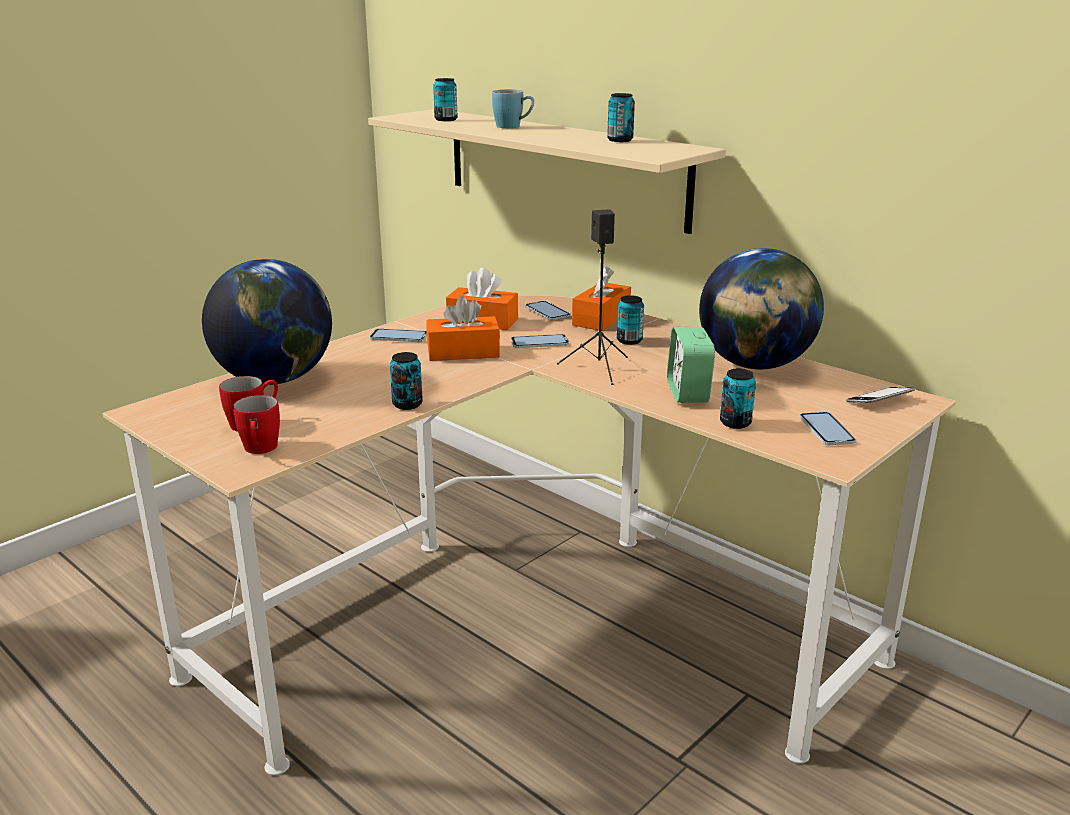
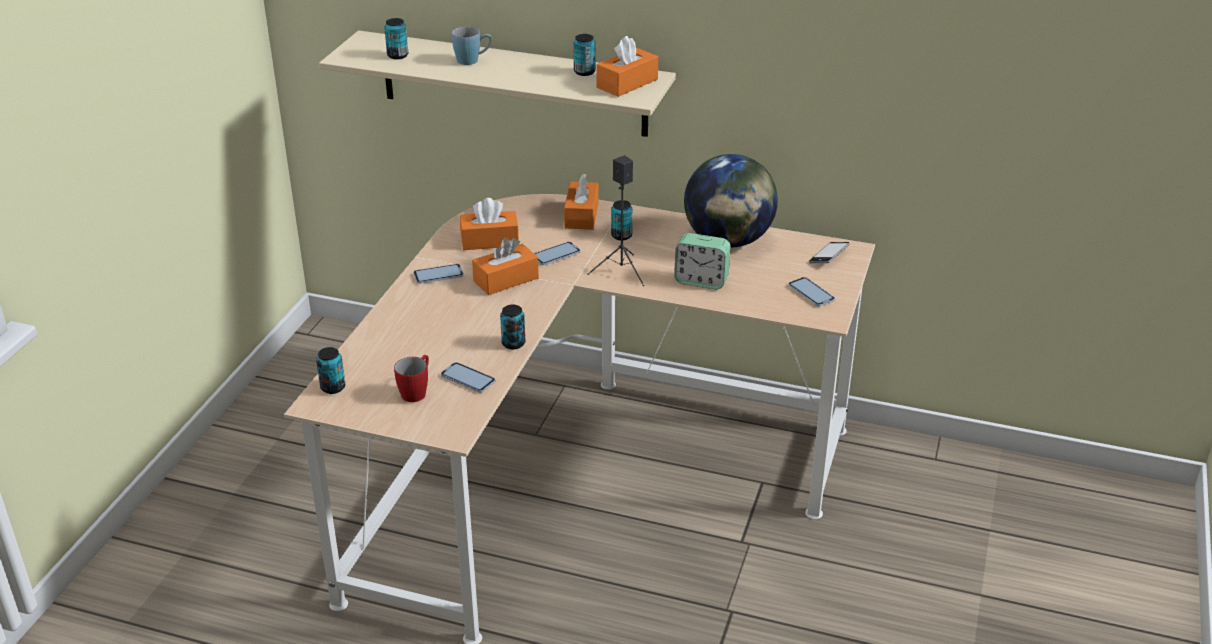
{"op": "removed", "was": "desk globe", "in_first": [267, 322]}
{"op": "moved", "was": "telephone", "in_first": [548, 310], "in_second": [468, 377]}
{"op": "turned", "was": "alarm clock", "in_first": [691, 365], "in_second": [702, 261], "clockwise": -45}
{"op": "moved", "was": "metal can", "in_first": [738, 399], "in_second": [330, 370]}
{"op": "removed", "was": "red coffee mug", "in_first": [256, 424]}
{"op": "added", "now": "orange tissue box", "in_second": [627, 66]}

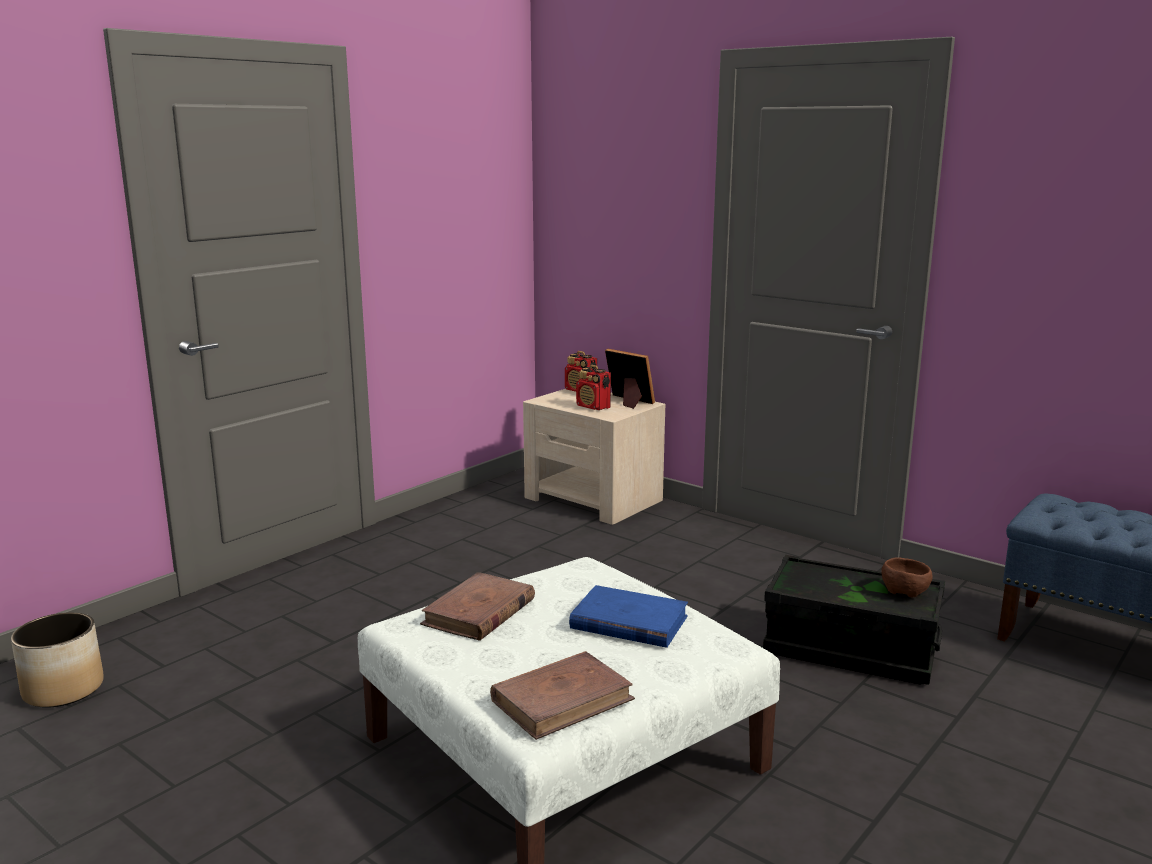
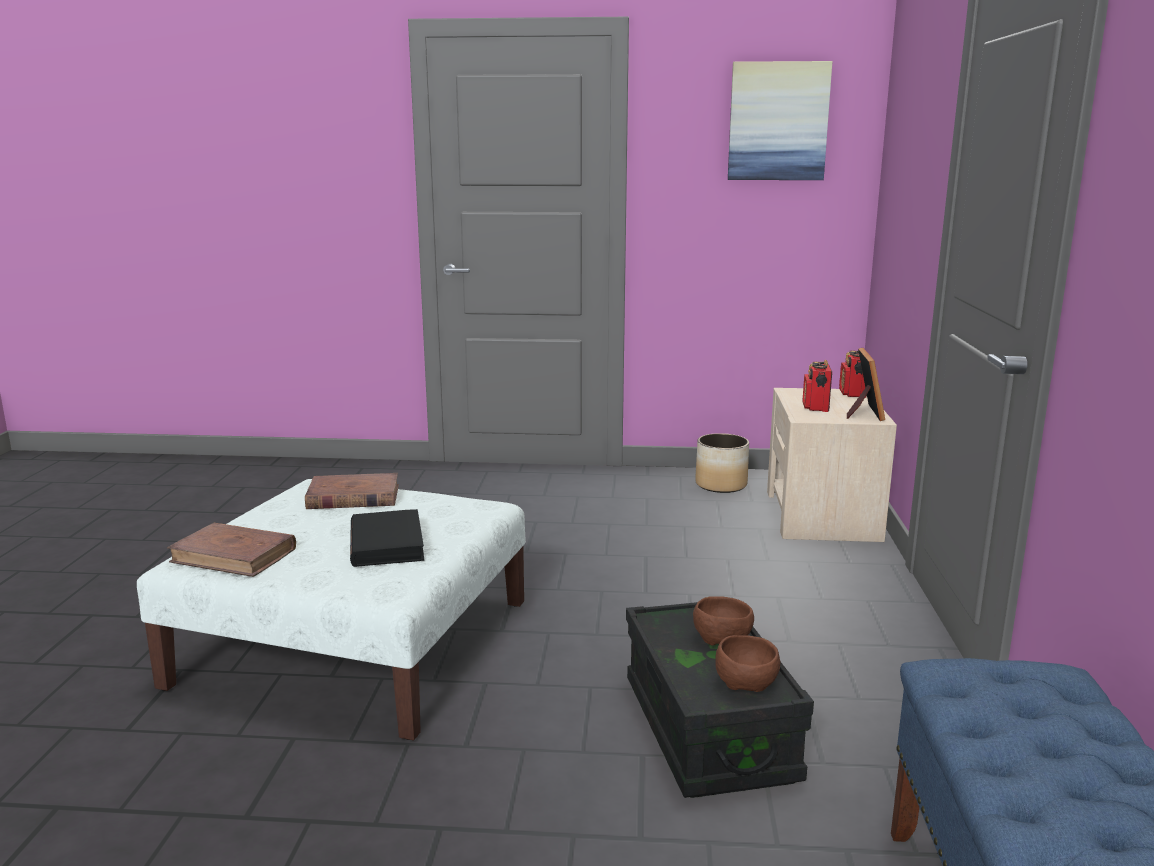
{"op": "recoloured", "was": "bluish volume", "now": "blackish volume", "in_first": [628, 616], "in_second": [387, 538]}
{"op": "moved", "was": "flower pot", "in_first": [57, 659], "in_second": [722, 463]}
{"op": "added", "now": "wall art", "in_second": [780, 120]}
{"op": "added", "now": "brown-coloured serving bowl", "in_second": [723, 621]}

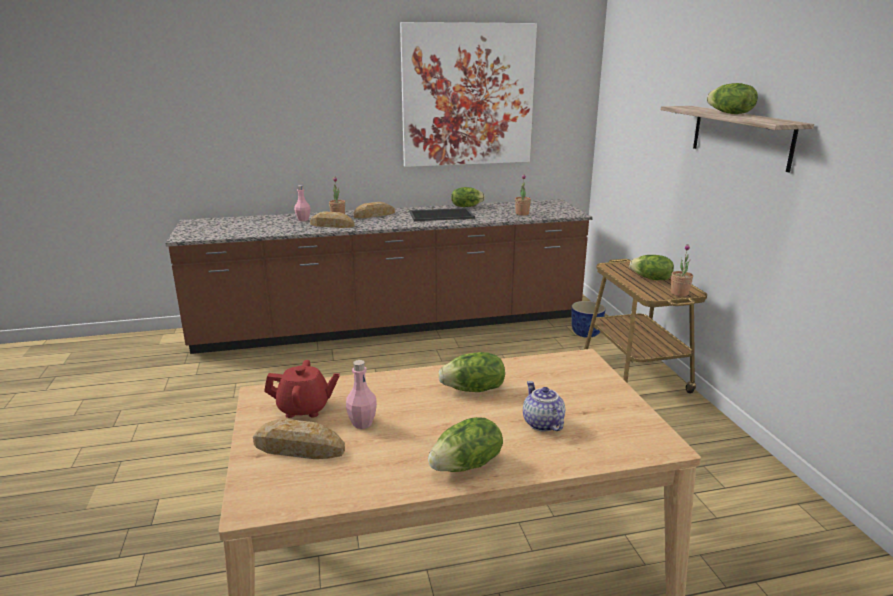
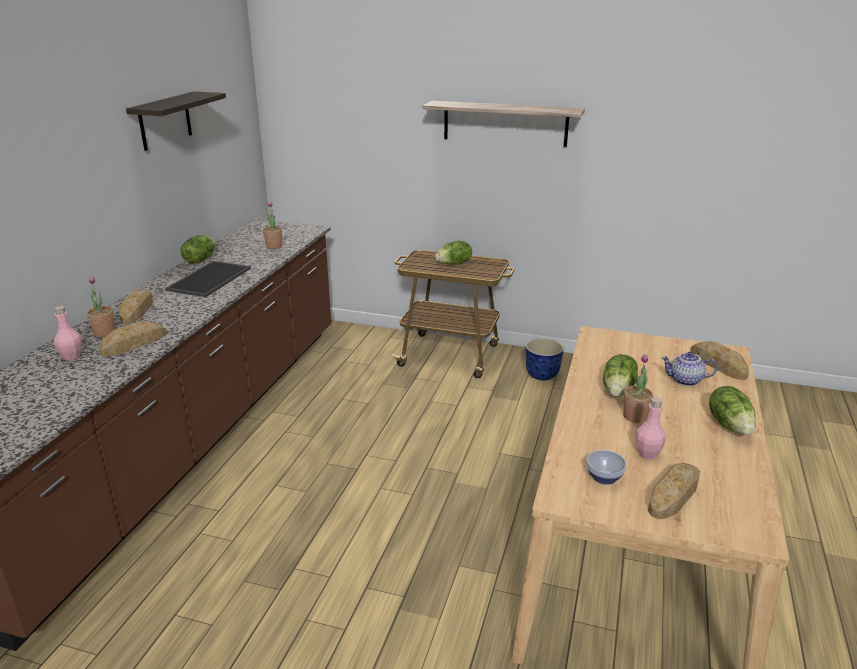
{"op": "replaced", "was": "wall art", "now": "shelf", "in_first": [468, 94], "in_second": [176, 121]}
{"op": "removed", "was": "lettuce", "in_first": [732, 98]}
{"op": "moved", "was": "potted plant", "in_first": [682, 270], "in_second": [638, 388]}
{"op": "moved", "was": "flower pot", "in_first": [588, 319], "in_second": [545, 359]}
{"op": "replaced", "was": "red teapot", "now": "serving bowl", "in_first": [302, 389], "in_second": [606, 467]}
{"op": "added", "now": "bread", "in_second": [719, 360]}

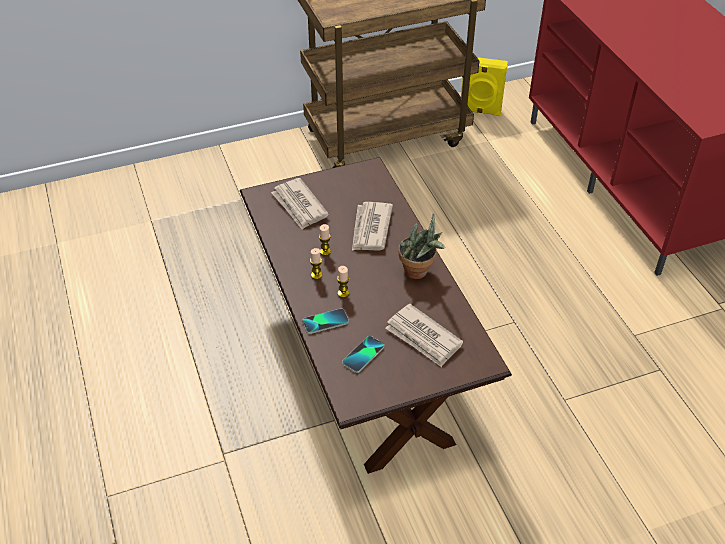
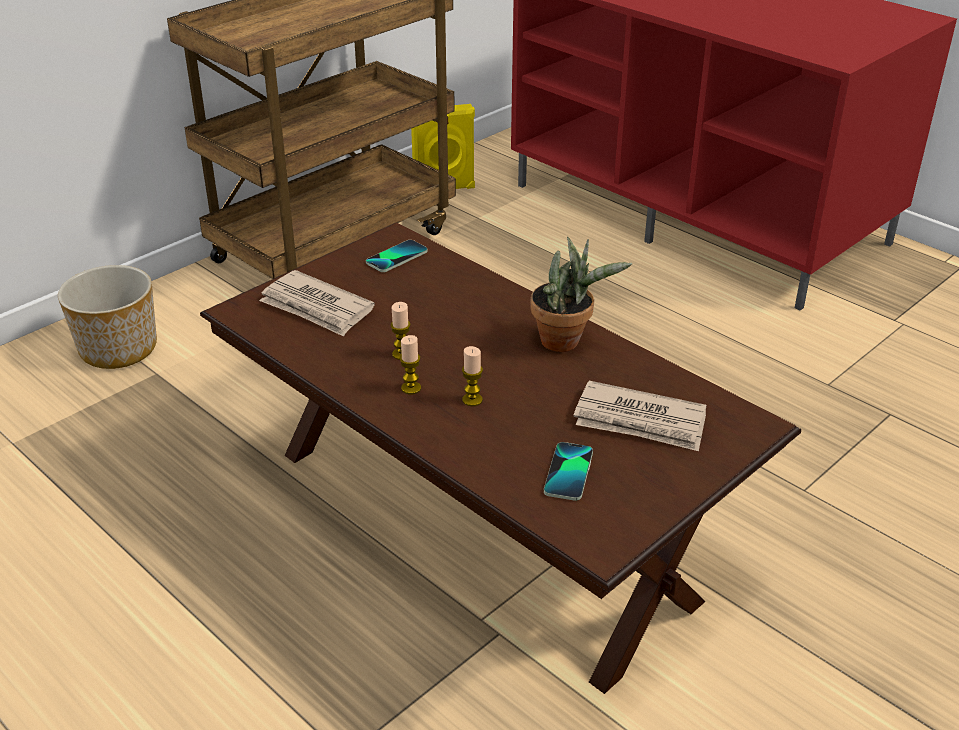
{"op": "removed", "was": "newspaper", "in_first": [372, 226]}
{"op": "moved", "was": "telephone", "in_first": [325, 321], "in_second": [397, 256]}
{"op": "added", "now": "flower pot", "in_second": [107, 317]}

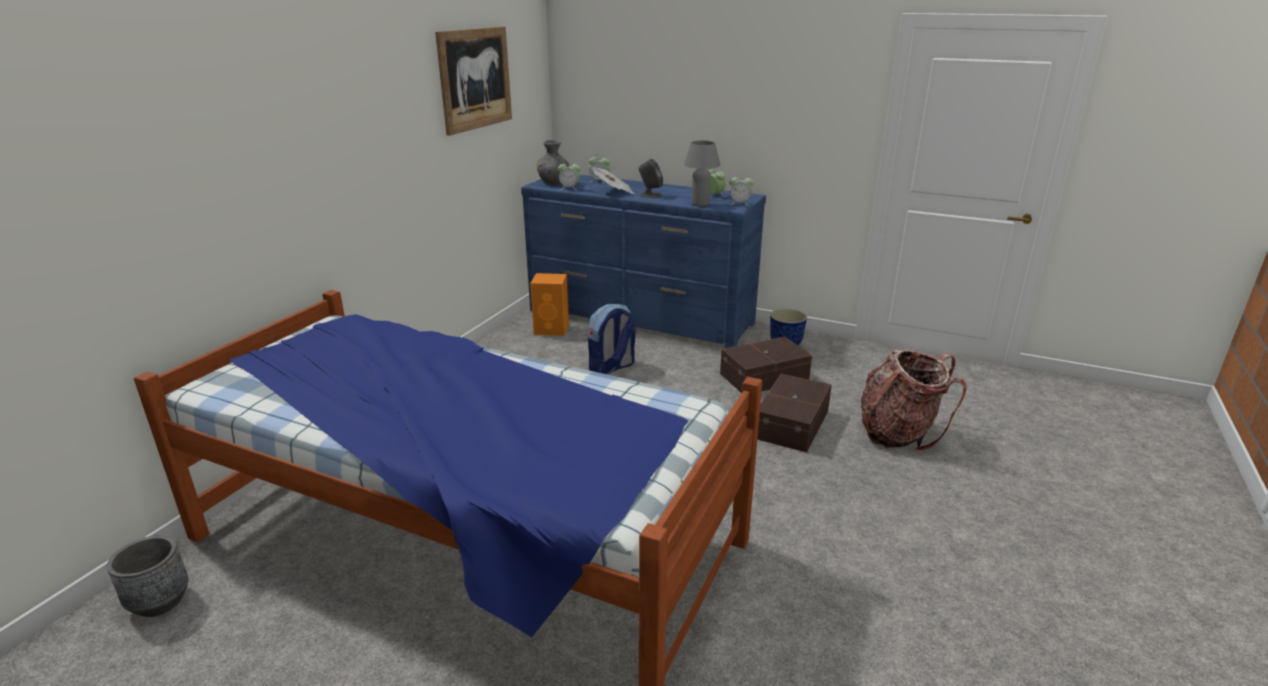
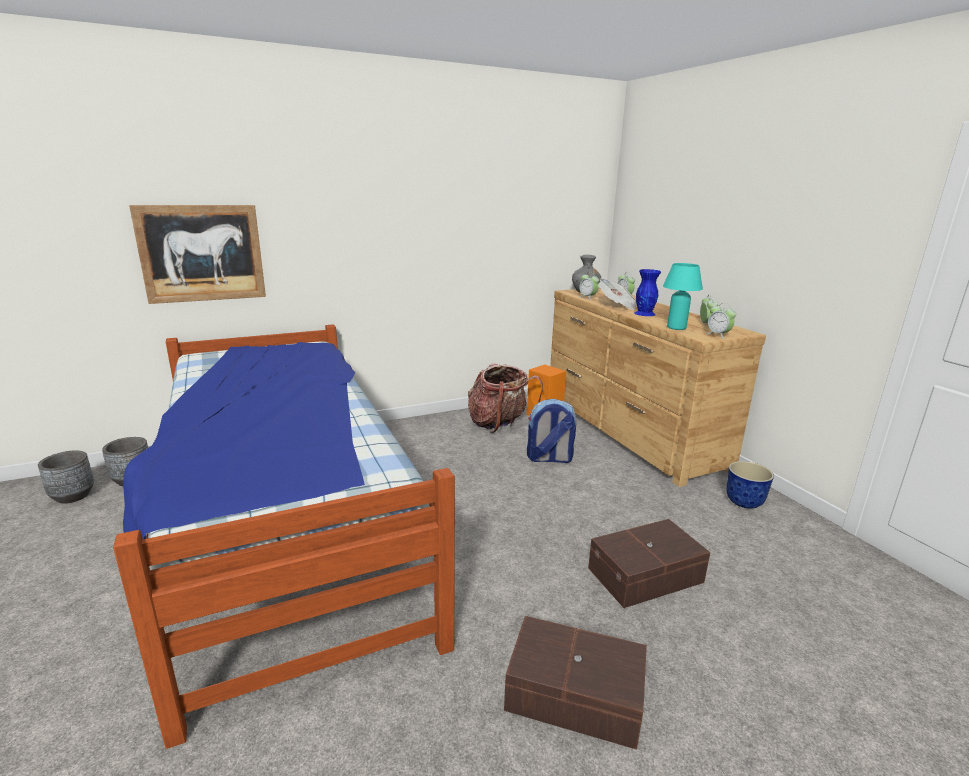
{"op": "moved", "was": "wall art", "in_first": [473, 81], "in_second": [197, 254]}
{"op": "recoloured", "was": "gray lamp for a table", "now": "blue-green lamp for a table", "in_first": [702, 173], "in_second": [683, 296]}
{"op": "replaced", "was": "gray audio speaker", "now": "bluish vase", "in_first": [651, 178], "in_second": [647, 292]}
{"op": "recoloured", "was": "bluish drawer chest", "now": "brown-coloured drawer chest", "in_first": [643, 261], "in_second": [658, 387]}
{"op": "moved", "was": "brown-coloured storage container", "in_first": [766, 365], "in_second": [575, 683]}
{"op": "moved", "was": "rucksack", "in_first": [914, 400], "in_second": [505, 398]}
{"op": "added", "now": "gray flower pot", "in_second": [66, 477]}

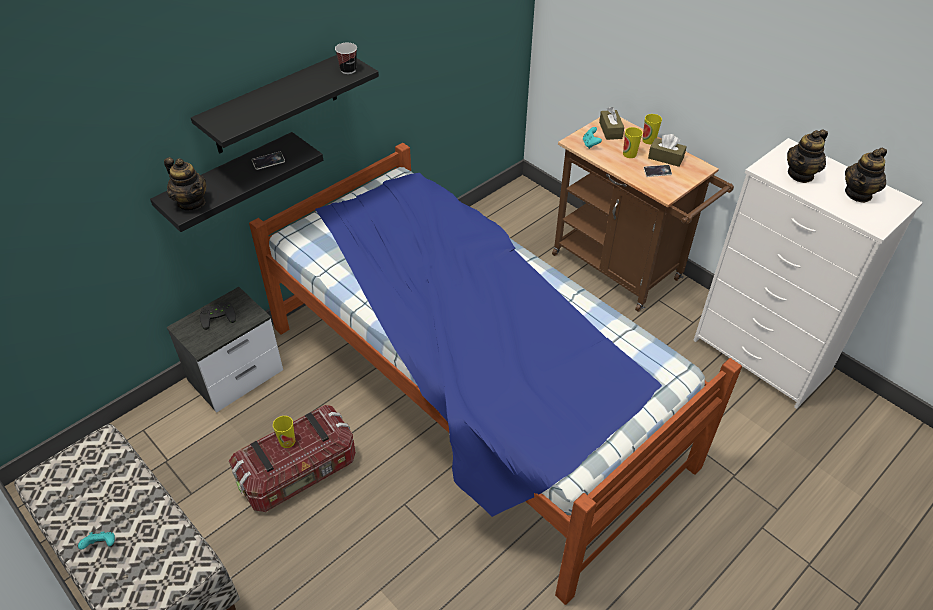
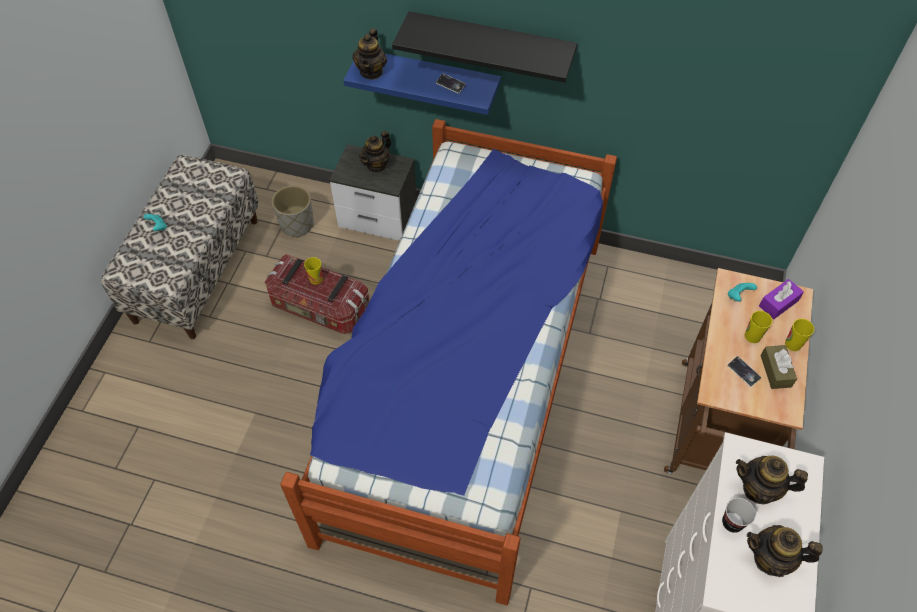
{"op": "moved", "was": "cup", "in_first": [346, 58], "in_second": [739, 515]}
{"op": "recoloured", "was": "brown-coloured tissue box", "now": "purple-coloured tissue box", "in_first": [611, 123], "in_second": [781, 299]}
{"op": "recoloured", "was": "blackish shelf", "now": "bluish shelf", "in_first": [236, 182], "in_second": [422, 84]}
{"op": "replaced", "was": "blackish game controller", "now": "teapot", "in_first": [218, 316], "in_second": [374, 152]}
{"op": "added", "now": "gray flower pot", "in_second": [293, 211]}

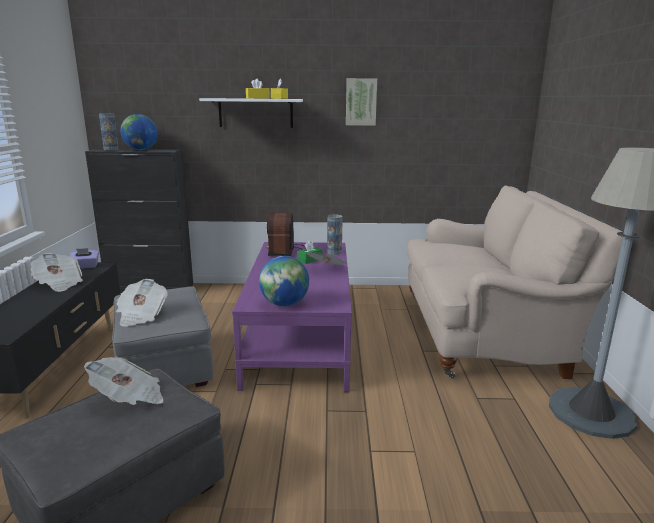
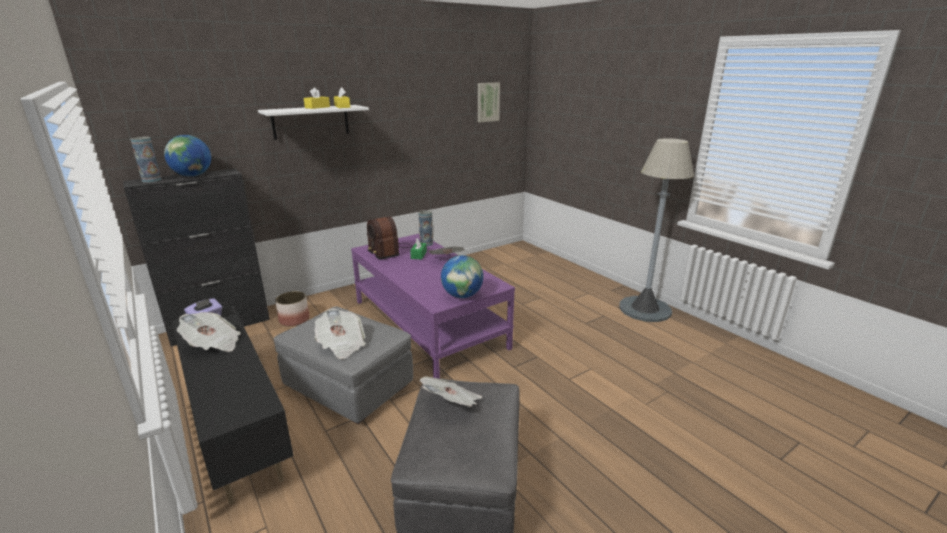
{"op": "moved", "was": "wall art", "in_first": [361, 102], "in_second": [489, 102]}
{"op": "removed", "was": "beige settee", "in_first": [515, 282]}
{"op": "added", "now": "flower pot", "in_second": [292, 308]}

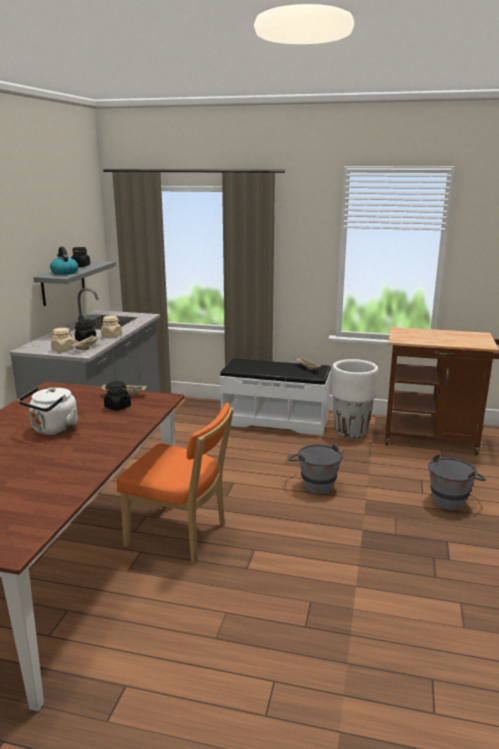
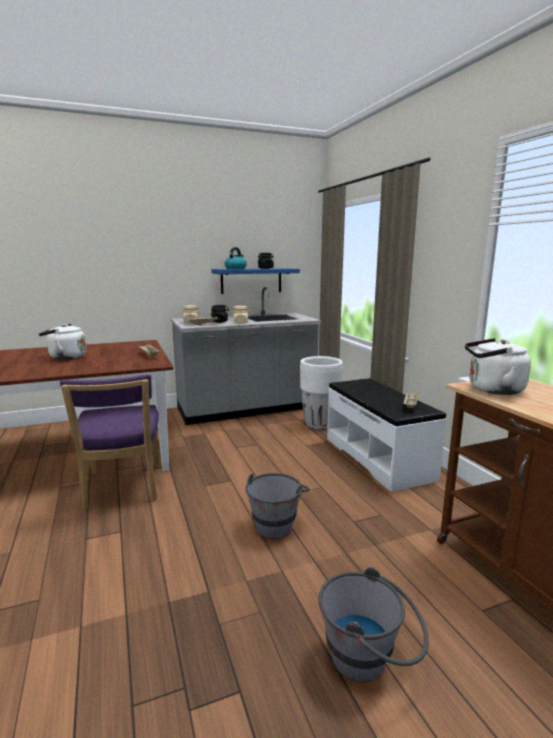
{"op": "recoloured", "was": "gray shelf", "now": "bluish shelf", "in_first": [74, 283], "in_second": [255, 281]}
{"op": "moved", "was": "white-coloured flower pot", "in_first": [355, 399], "in_second": [321, 393]}
{"op": "removed", "was": "blackish jar", "in_first": [117, 396]}
{"op": "recoloured", "was": "orange plain chair", "now": "purple-coloured plain chair", "in_first": [175, 483], "in_second": [109, 442]}
{"op": "added", "now": "white-coloured water kettle", "in_second": [498, 366]}

